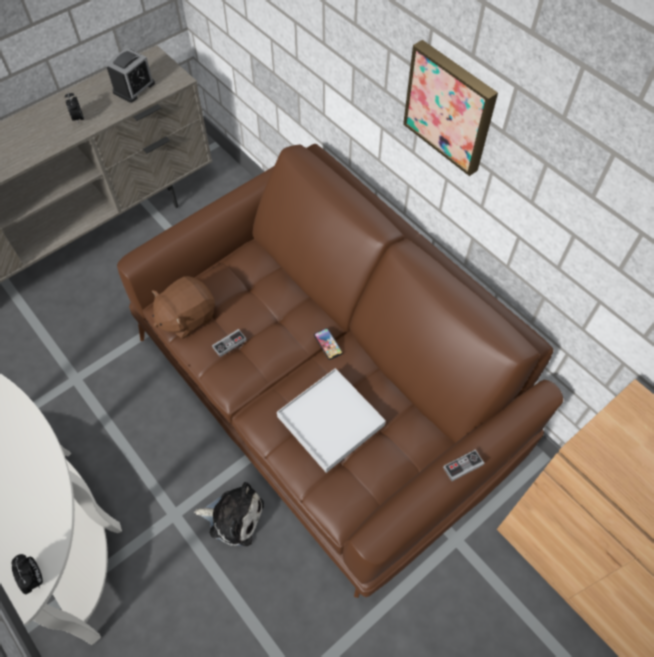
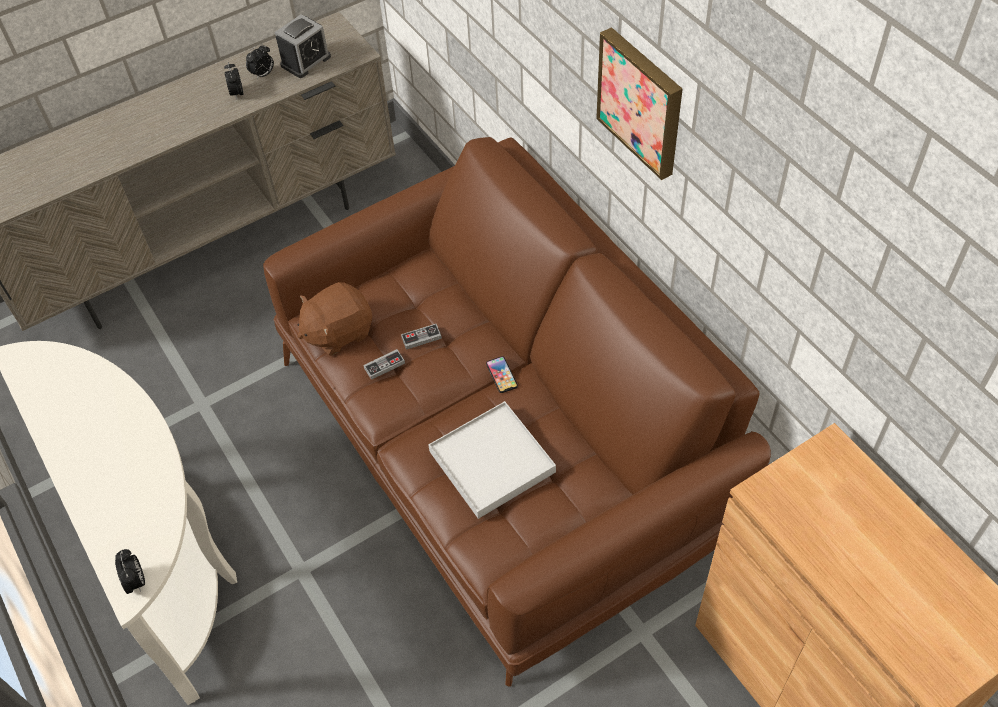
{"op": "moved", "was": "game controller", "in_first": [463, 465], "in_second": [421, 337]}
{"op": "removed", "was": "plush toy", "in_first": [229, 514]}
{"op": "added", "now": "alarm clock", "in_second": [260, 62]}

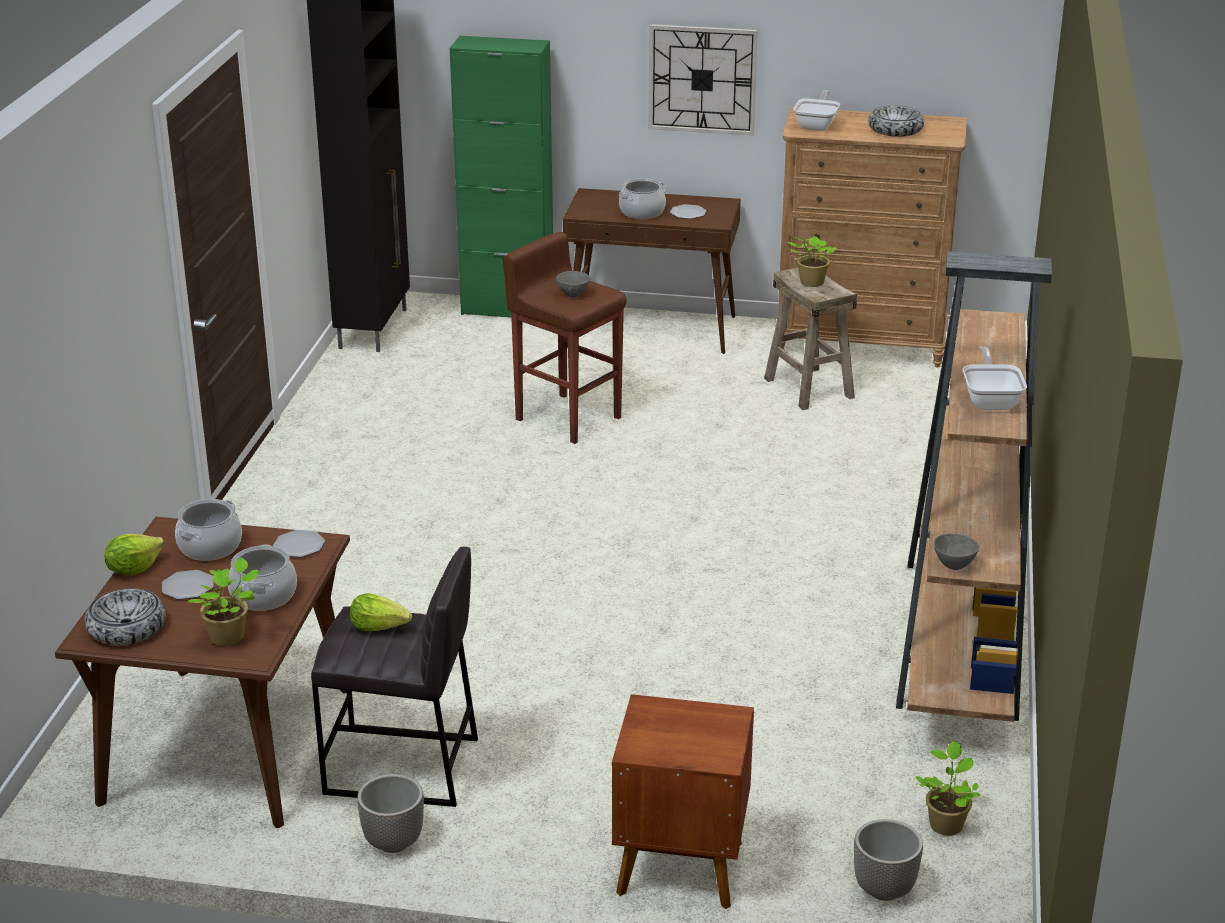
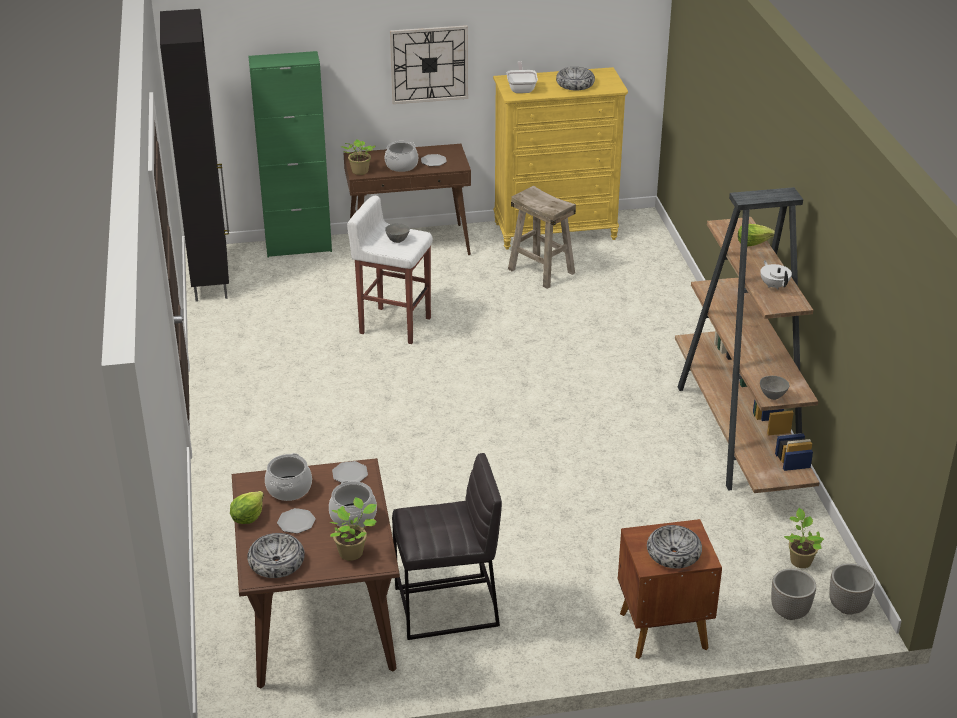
{"op": "recoloured", "was": "brown-coloured drawer chest", "now": "yellow-coloured drawer chest", "in_first": [872, 237], "in_second": [560, 158]}
{"op": "recoloured", "was": "brown-coloured sitting stool", "now": "white-coloured sitting stool", "in_first": [564, 338], "in_second": [390, 270]}
{"op": "moved", "was": "potted plant", "in_first": [812, 261], "in_second": [358, 157]}
{"op": "replaced", "was": "skillet", "now": "white-coloured teapot", "in_first": [995, 378], "in_second": [776, 275]}
{"op": "moved", "was": "lettuce", "in_first": [381, 612], "in_second": [756, 235]}
{"op": "moved", "was": "flower pot", "in_first": [390, 813], "in_second": [852, 589]}
{"op": "added", "now": "serving bowl", "in_second": [674, 547]}

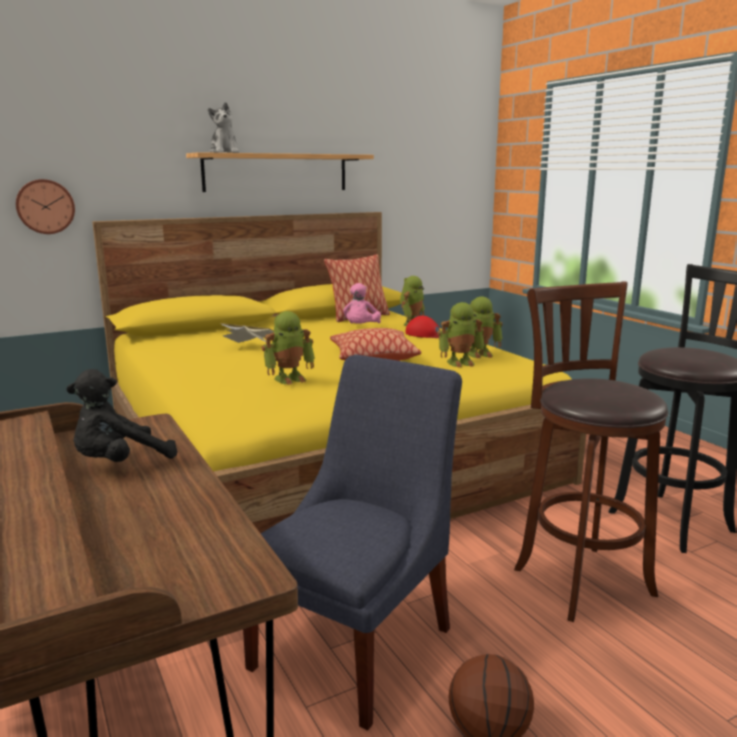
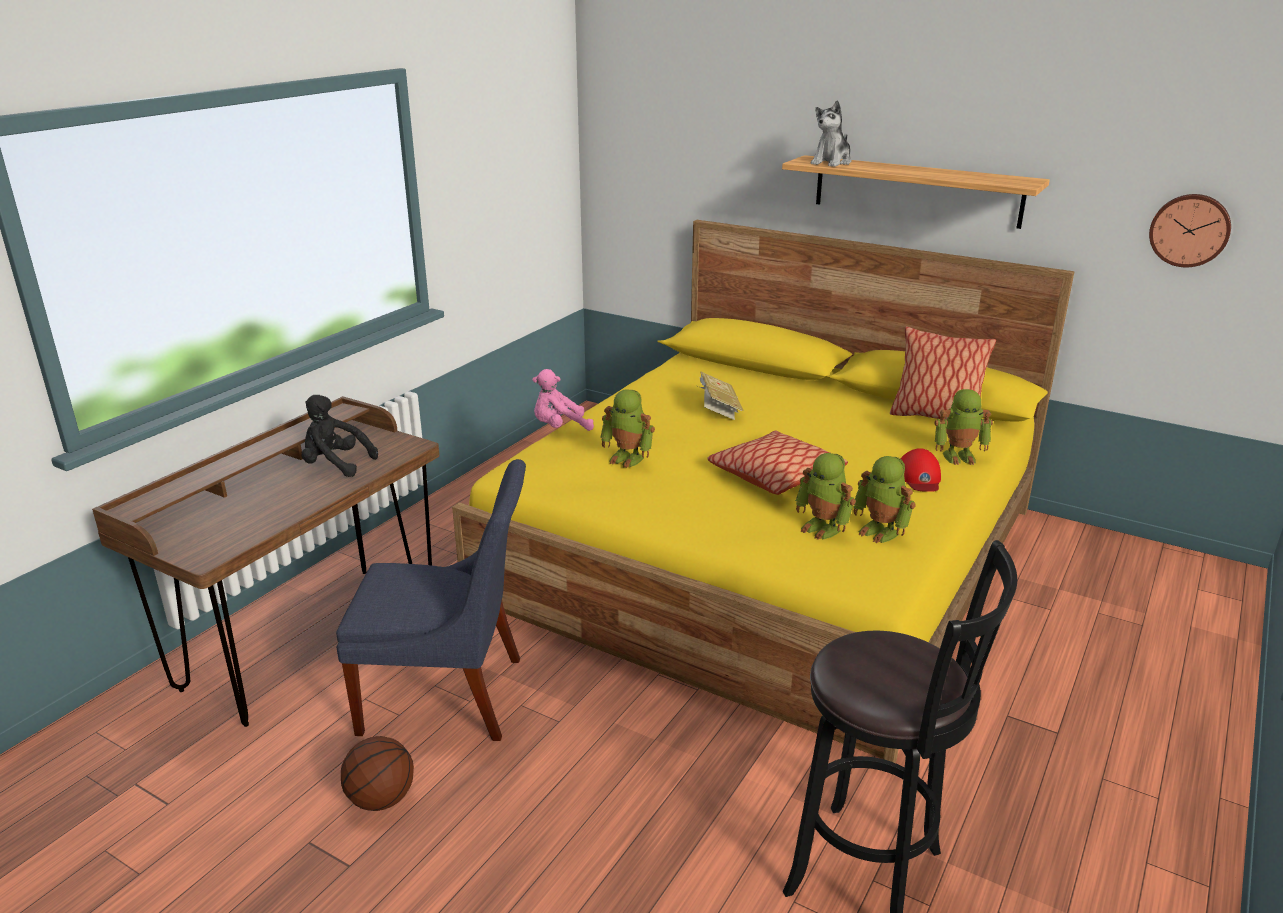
{"op": "moved", "was": "hanging clock", "in_first": [45, 206], "in_second": [1190, 230]}
{"op": "removed", "was": "brown-coloured sitting stool", "in_first": [591, 451]}
{"op": "moved", "was": "pink plush toy", "in_first": [362, 303], "in_second": [563, 400]}

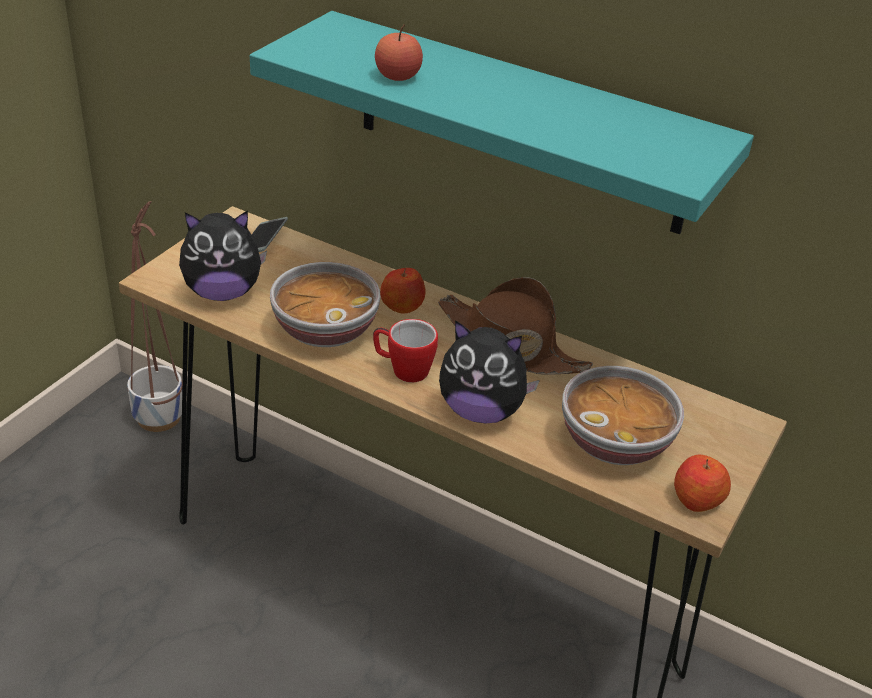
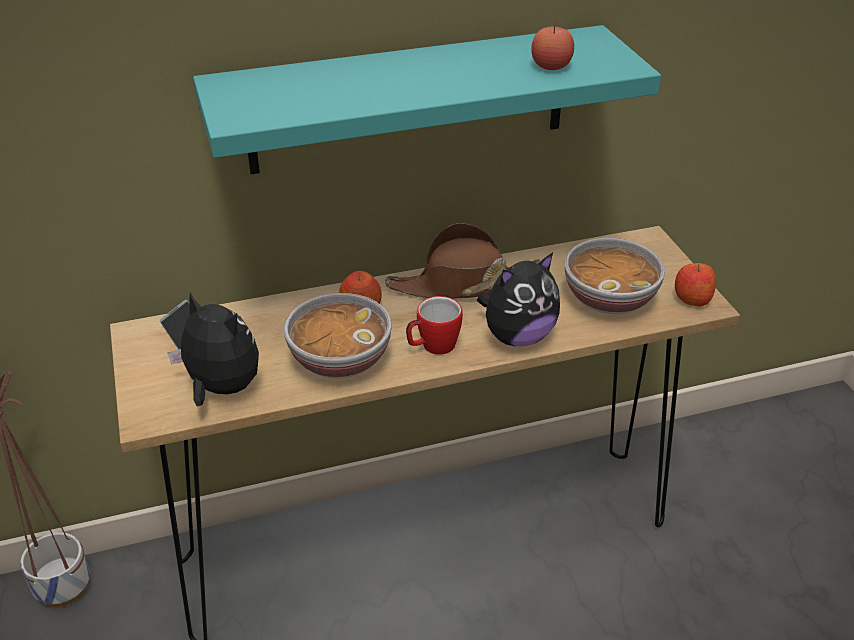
{"op": "moved", "was": "whole apple", "in_first": [399, 52], "in_second": [552, 44]}
{"op": "turned", "was": "plush toy", "in_first": [223, 256], "in_second": [213, 349], "clockwise": -90}

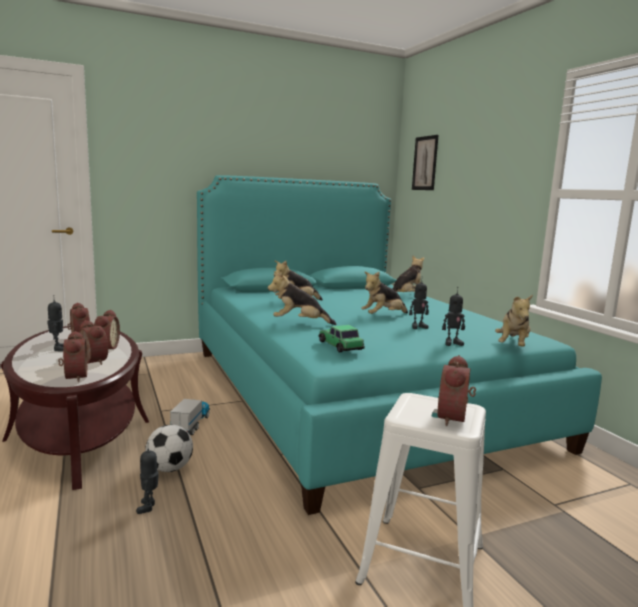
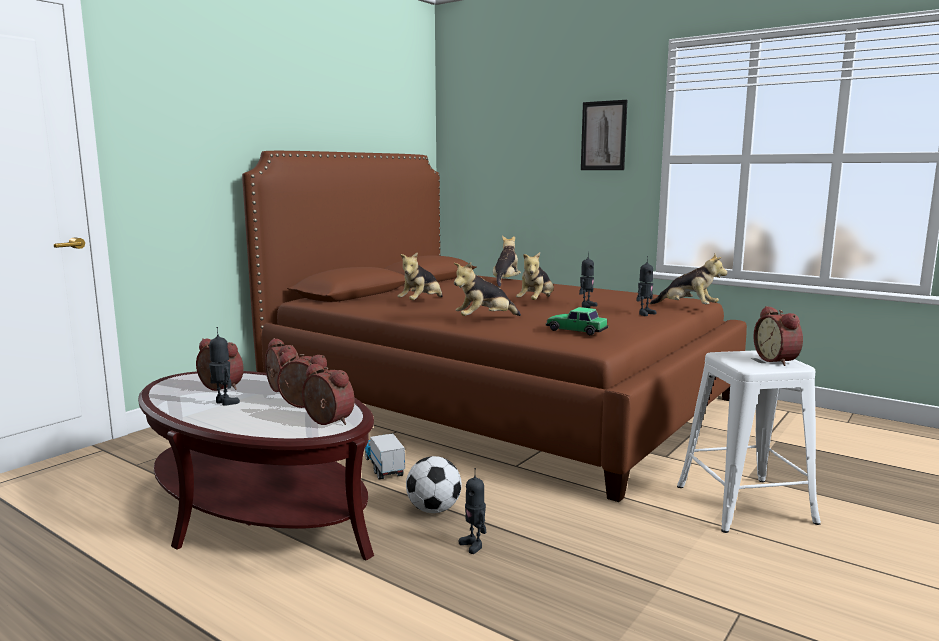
{"op": "moved", "was": "wall art", "in_first": [425, 162], "in_second": [604, 135]}
{"op": "recoloured", "was": "blue-green bed", "now": "brown-coloured bed", "in_first": [399, 345], "in_second": [494, 326]}
{"op": "turned", "was": "plush toy", "in_first": [514, 321], "in_second": [688, 279], "clockwise": -45}

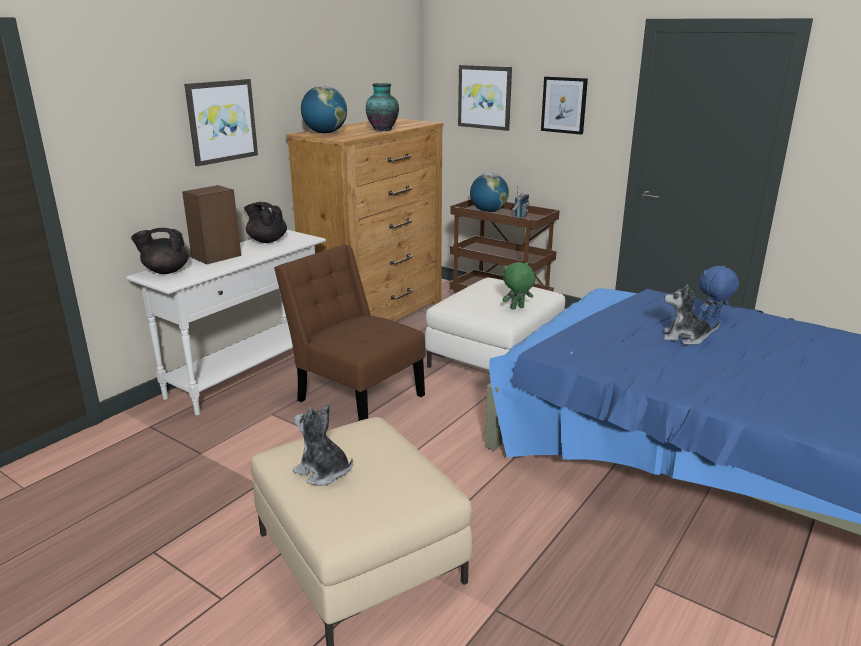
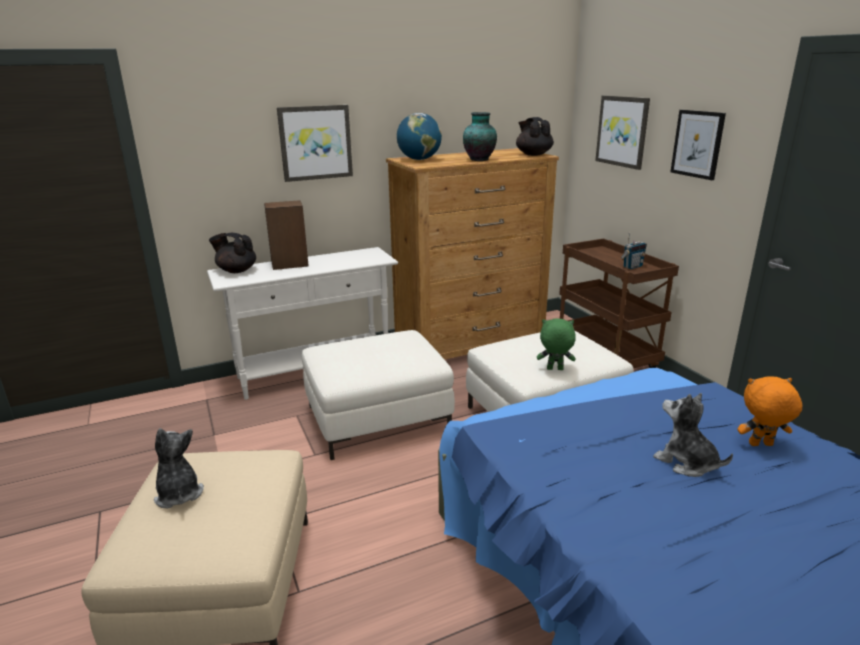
{"op": "removed", "was": "desk globe", "in_first": [489, 192]}
{"op": "moved", "was": "blackish teapot", "in_first": [265, 222], "in_second": [535, 136]}
{"op": "replaced", "was": "brown-coloured plain chair", "now": "white-coloured ottoman", "in_first": [349, 333], "in_second": [378, 395]}
{"op": "recoloured", "was": "bluish plush toy", "now": "orange plush toy", "in_first": [719, 292], "in_second": [769, 411]}

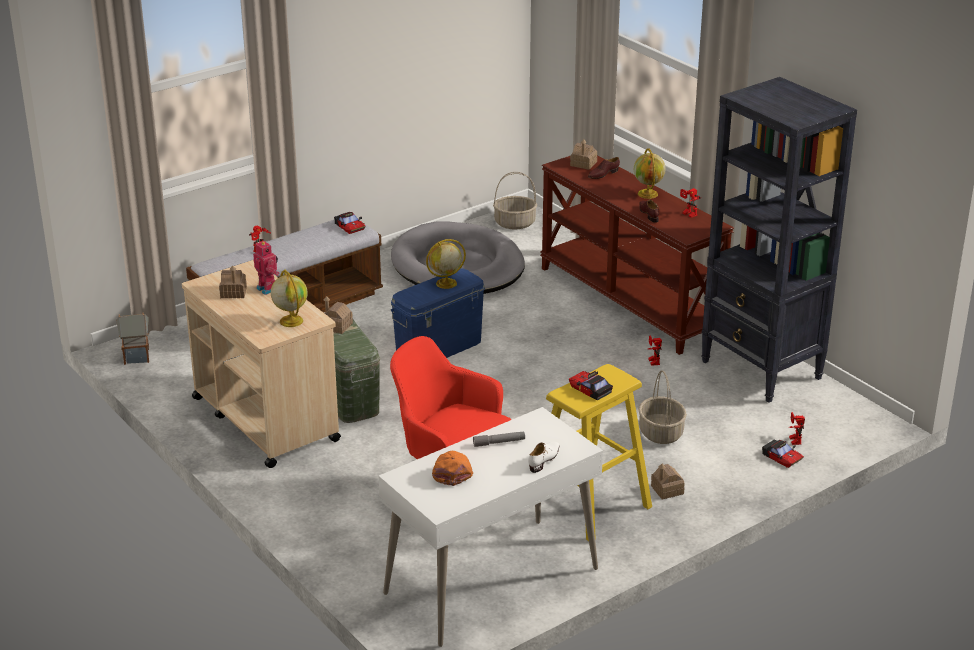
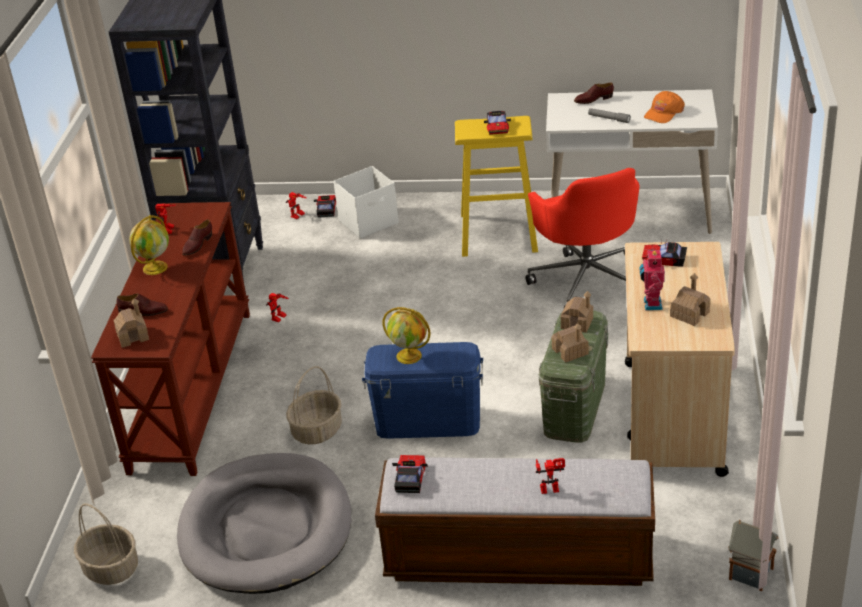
{"op": "replaced", "was": "desk globe", "now": "toy car", "in_first": [289, 298], "in_second": [664, 253]}
{"op": "moved", "was": "basket", "in_first": [663, 407], "in_second": [314, 405]}
{"op": "recoloured", "was": "white-coloured item of footwear", "now": "brown-coloured item of footwear", "in_first": [543, 457], "in_second": [594, 93]}
{"op": "moved", "was": "toy house", "in_first": [668, 482], "in_second": [577, 312]}
{"op": "added", "now": "white-coloured storage container", "in_second": [366, 202]}

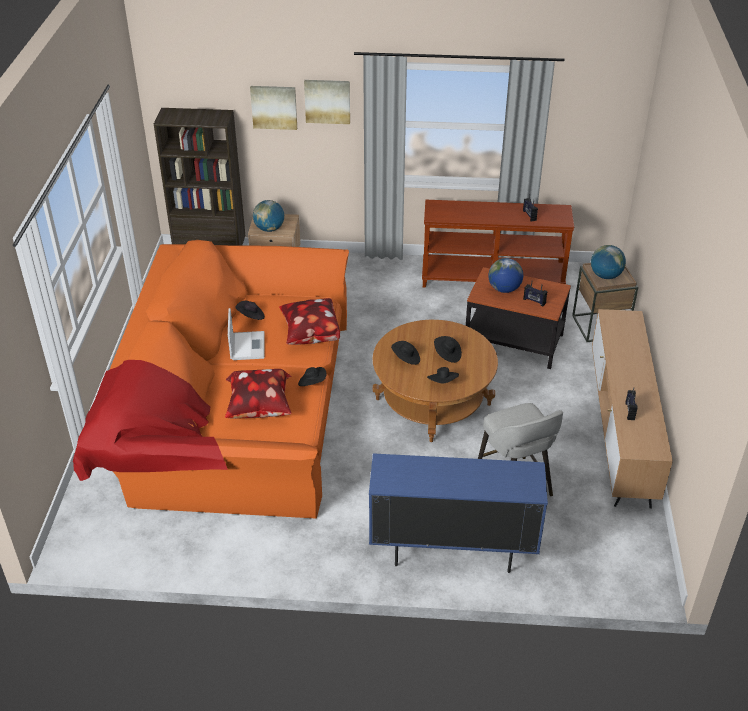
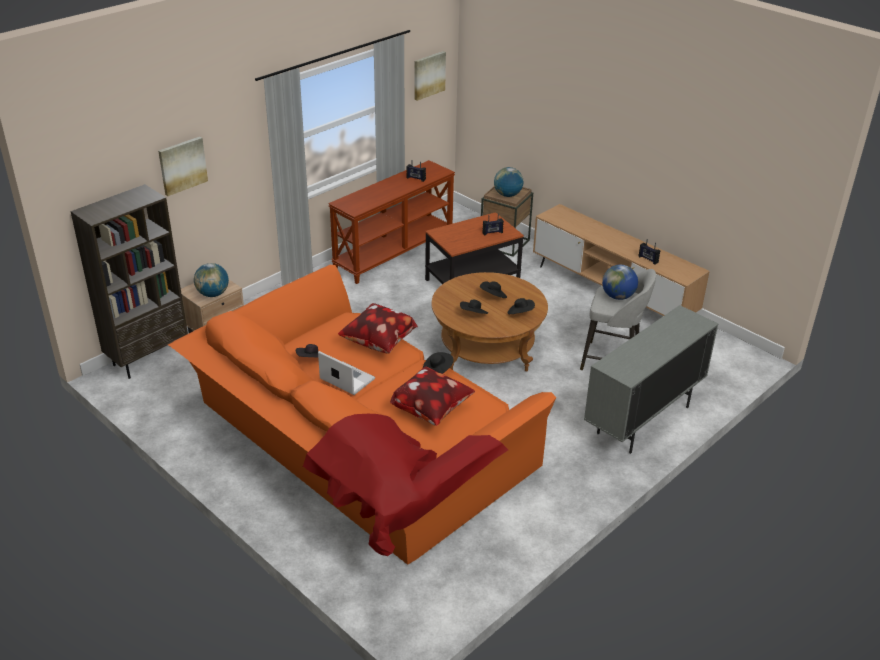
{"op": "moved", "was": "wall art", "in_first": [327, 102], "in_second": [430, 76]}
{"op": "moved", "was": "desk globe", "in_first": [505, 275], "in_second": [620, 282]}
{"op": "recoloured", "was": "bluish cupboard", "now": "gray cupboard", "in_first": [458, 513], "in_second": [651, 379]}

